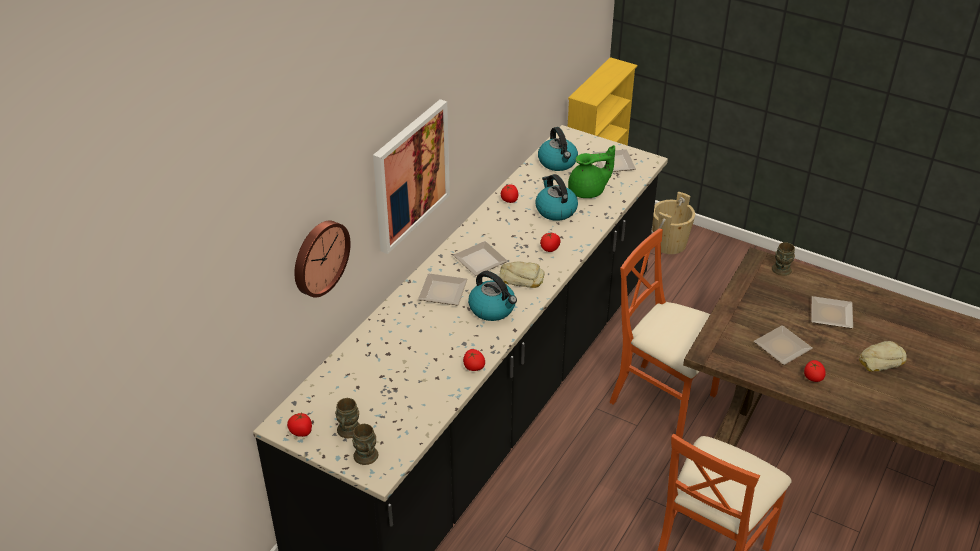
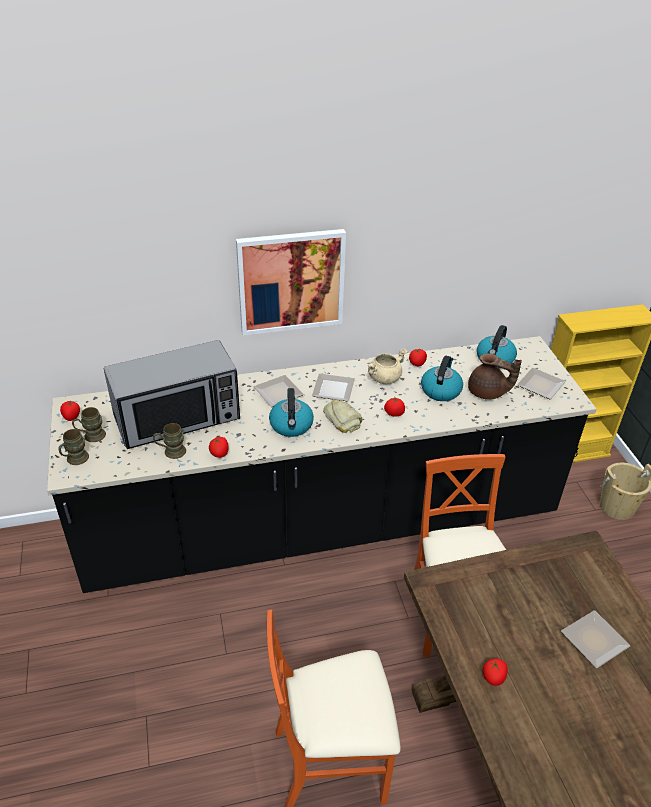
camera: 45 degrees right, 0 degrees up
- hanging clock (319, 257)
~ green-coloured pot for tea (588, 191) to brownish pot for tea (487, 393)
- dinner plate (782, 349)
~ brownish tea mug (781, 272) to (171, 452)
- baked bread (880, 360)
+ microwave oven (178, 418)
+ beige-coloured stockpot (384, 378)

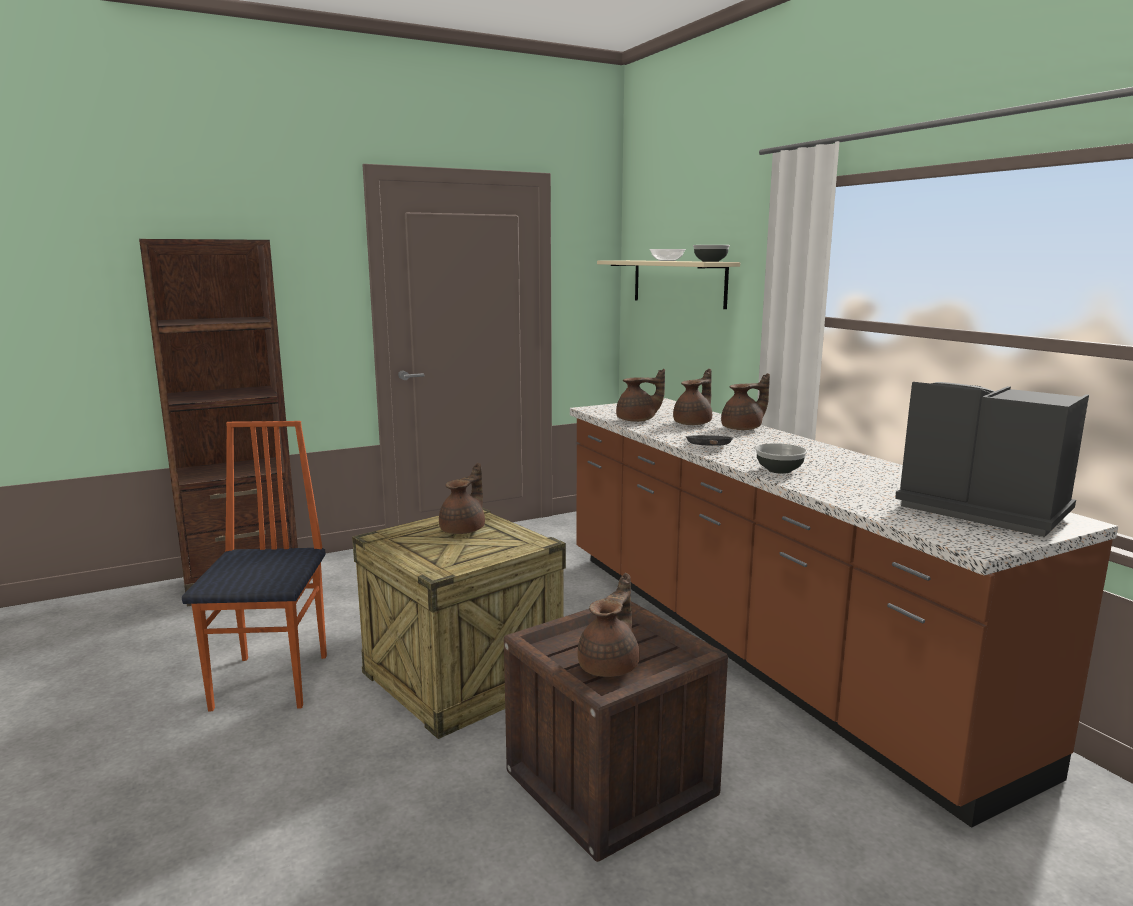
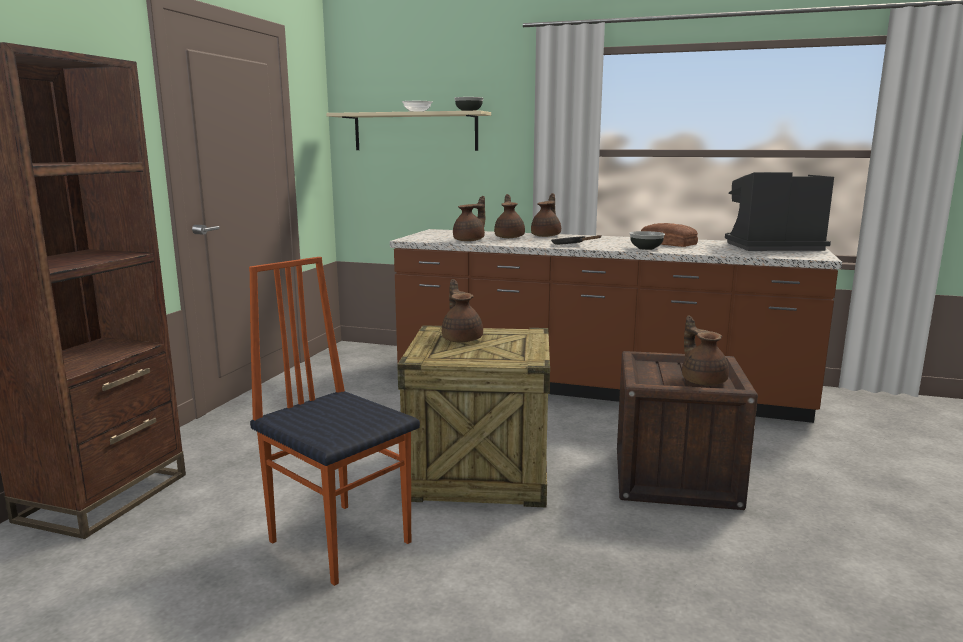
camera: 45 degrees left, 0 degrees up
+ baked bread (668, 243)

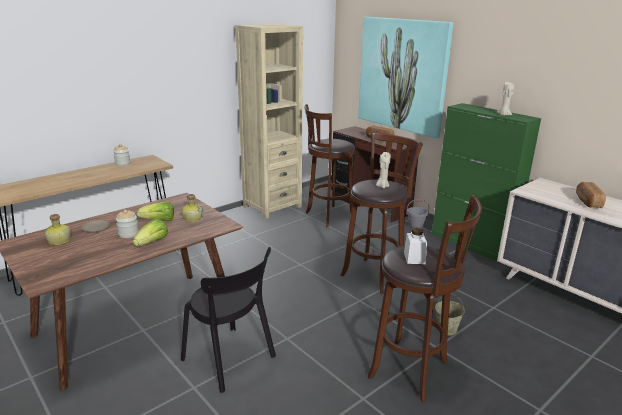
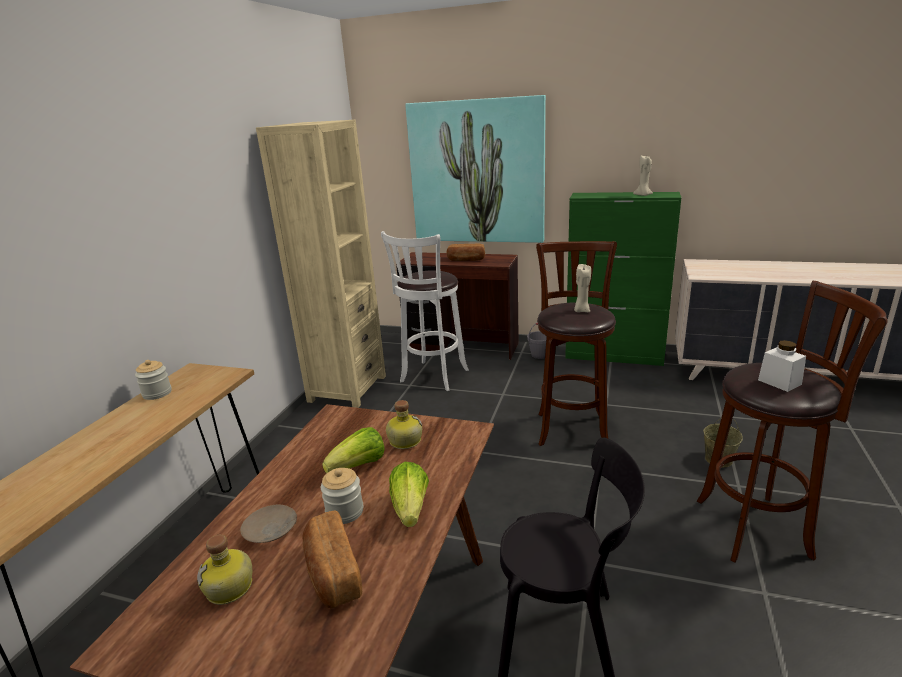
camera: 30 degrees left, 0 degrees up
~ brownish stool seat (328, 216) to white-coloured stool seat (433, 377)
~ baked bread (587, 202) to (332, 573)

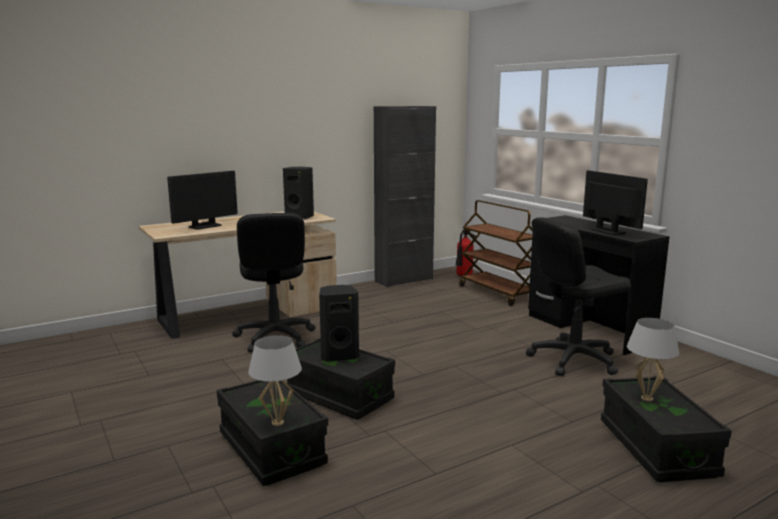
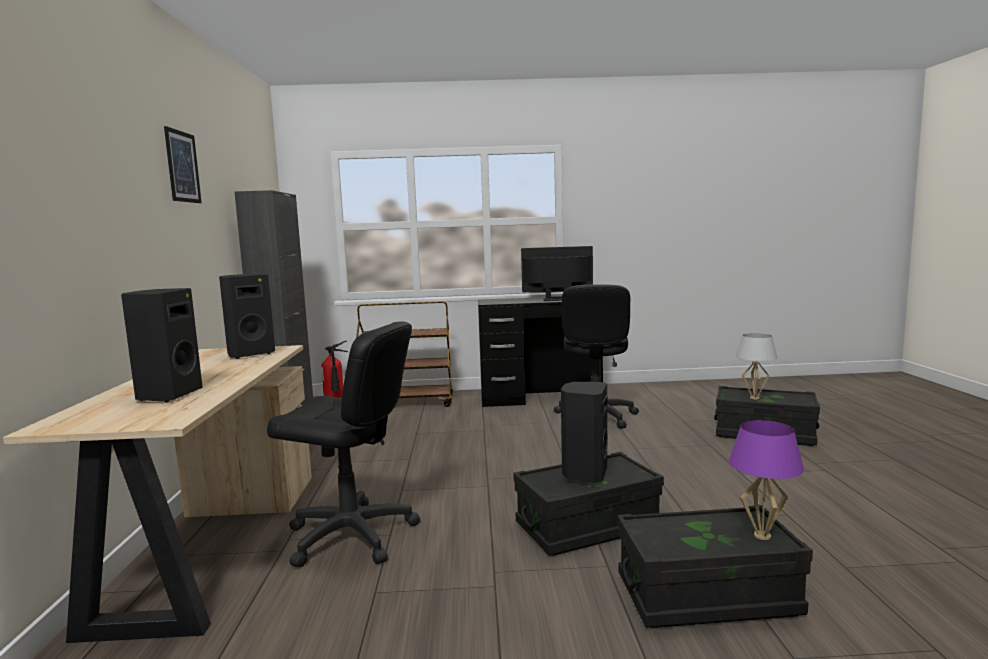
camera: 60 degrees left, 5 degrees down
~ monitor (205, 226) to black speaker (167, 395)
~ white-coloured table lamp (277, 423) to purple-coloured table lamp (762, 536)
+ wall picture (182, 166)

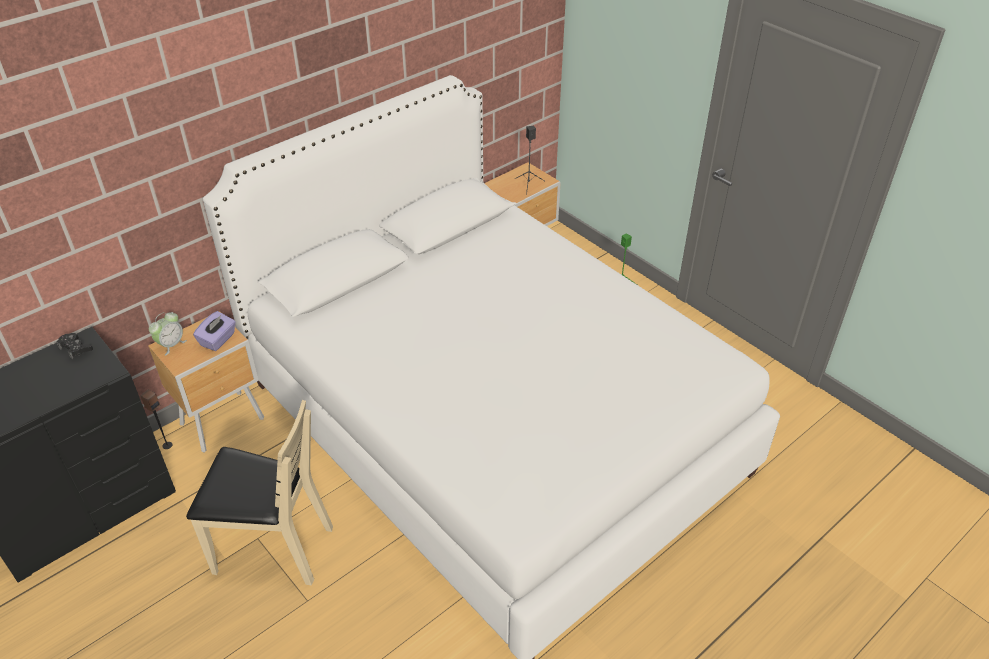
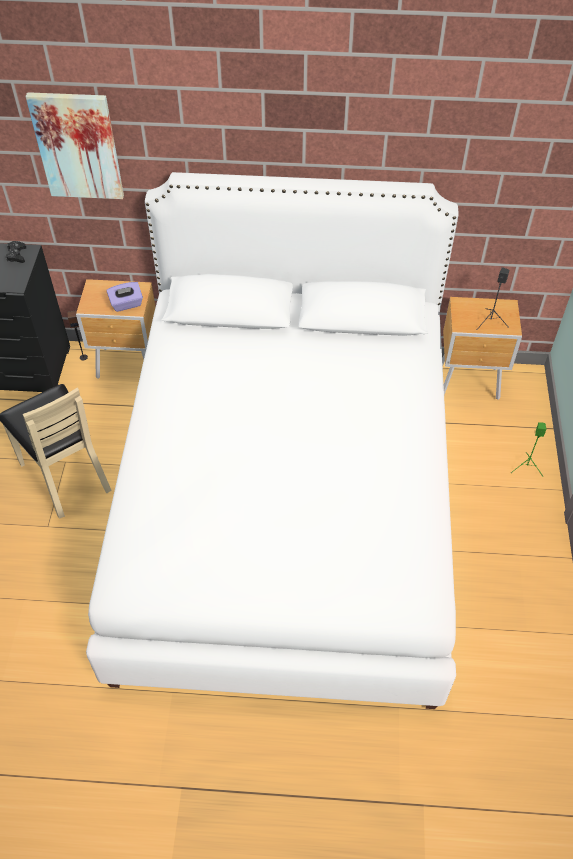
camera: 45 degrees right, 10 degrees up
- bedside clock (171, 345)
+ wall picture (77, 146)

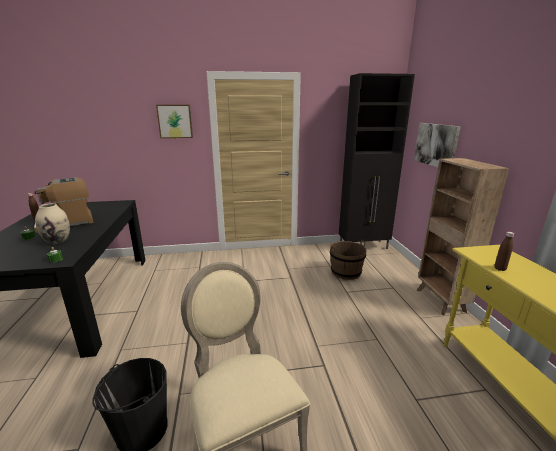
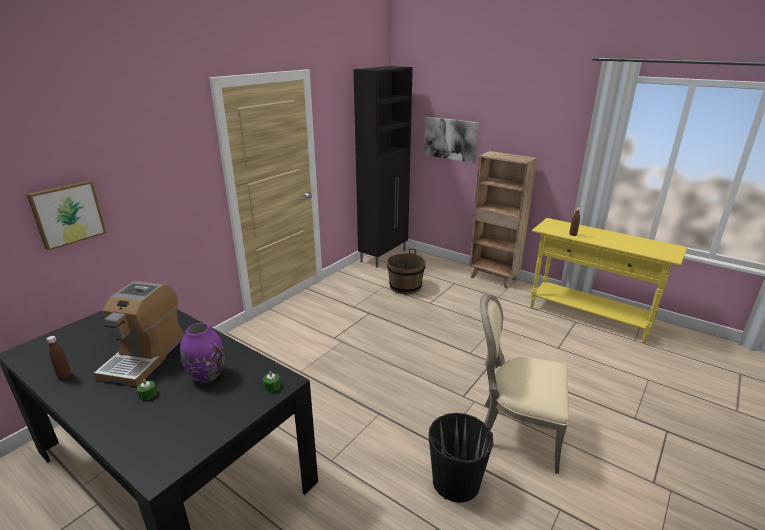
camera: 45 degrees left, 5 degrees up
~ beige-coloured decorative vase (58, 241) to purple-coloured decorative vase (206, 375)
~ wall picture (175, 121) to (67, 214)

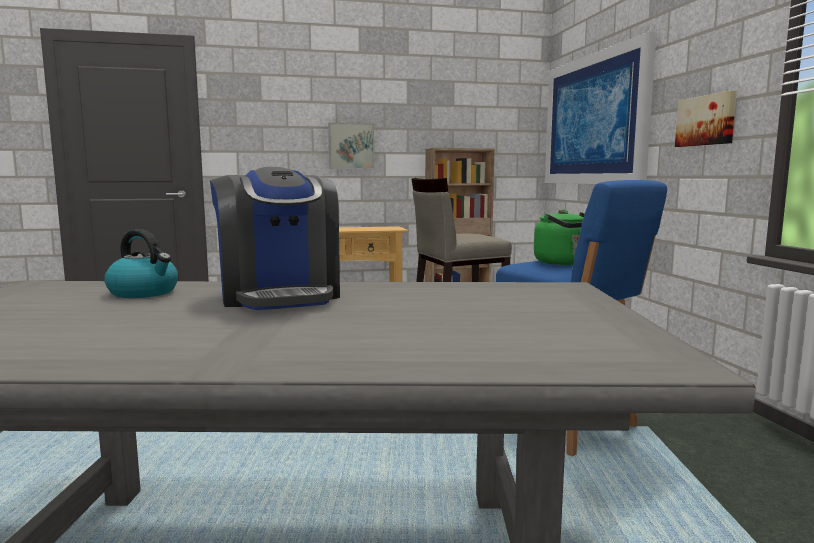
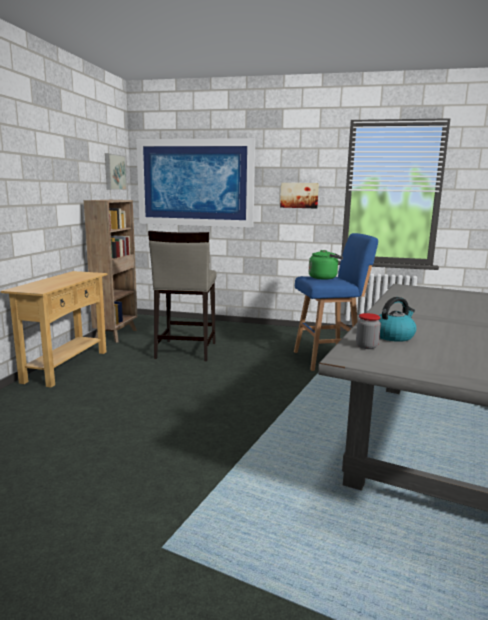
camera: 65 degrees left, 5 degrees up
- coffee brewer (280, 296)
~ wall picture (351, 146) to (114, 172)
+ jar (366, 346)

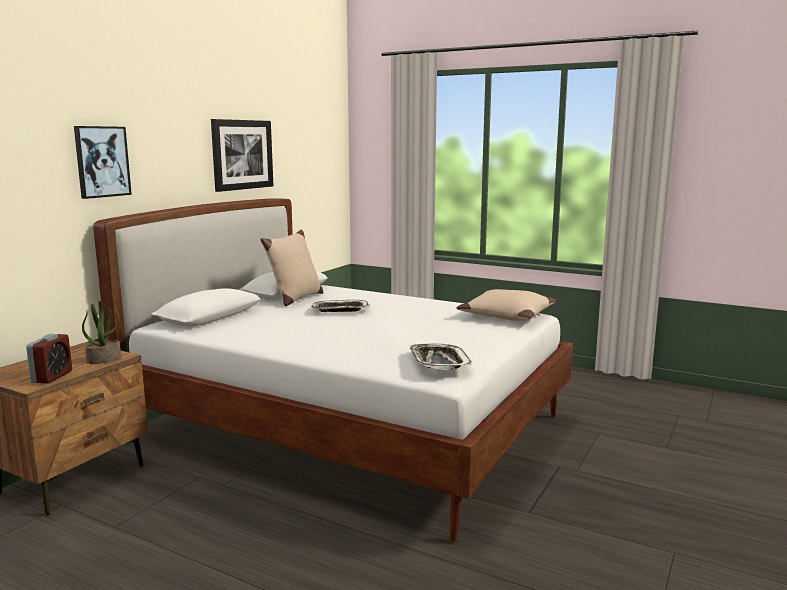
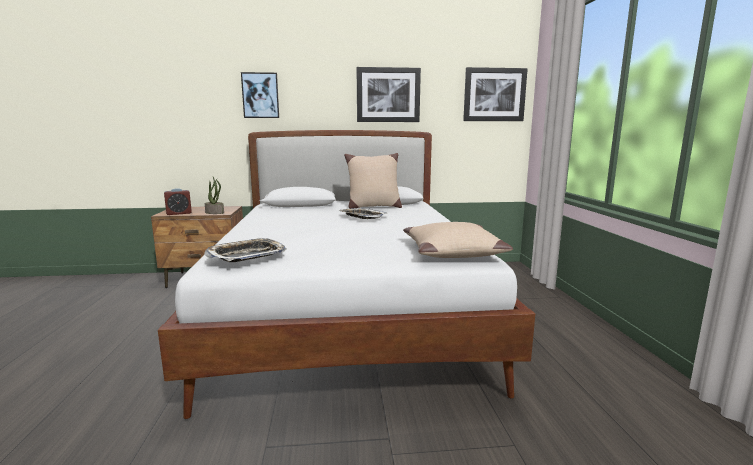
camera: 55 degrees right, 0 degrees up
+ wall picture (494, 95)

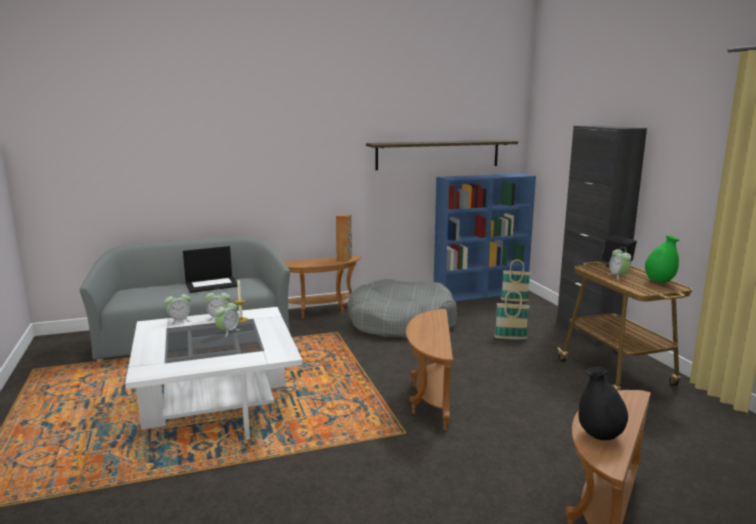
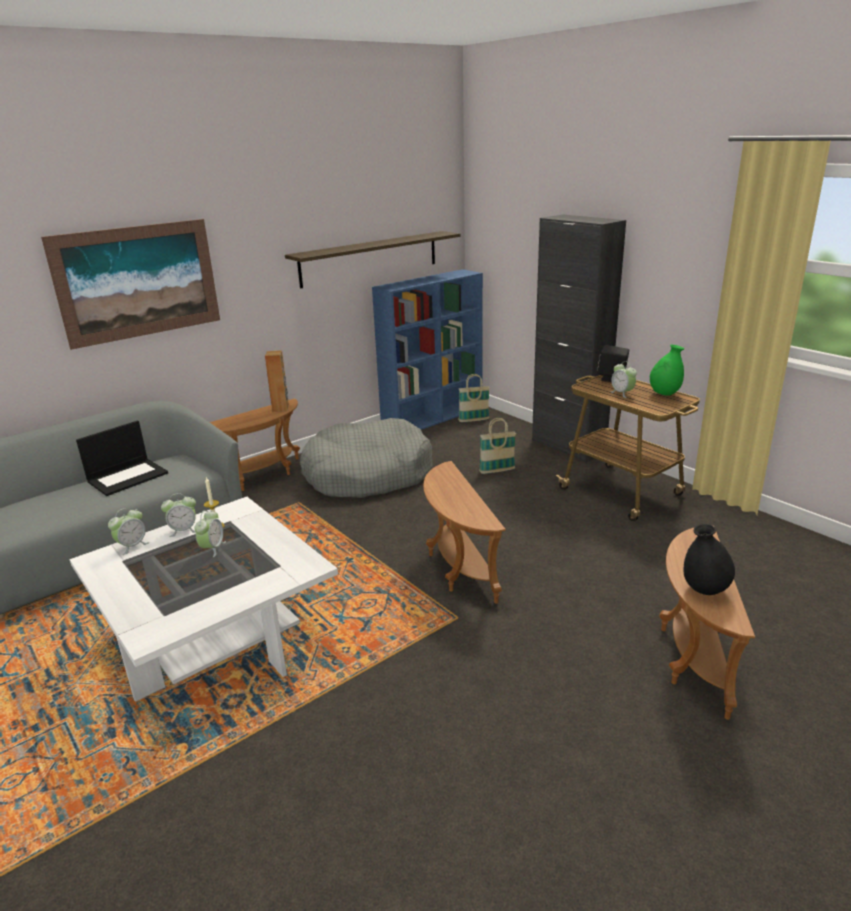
camera: 20 degrees left, 10 degrees up
+ wall picture (138, 282)

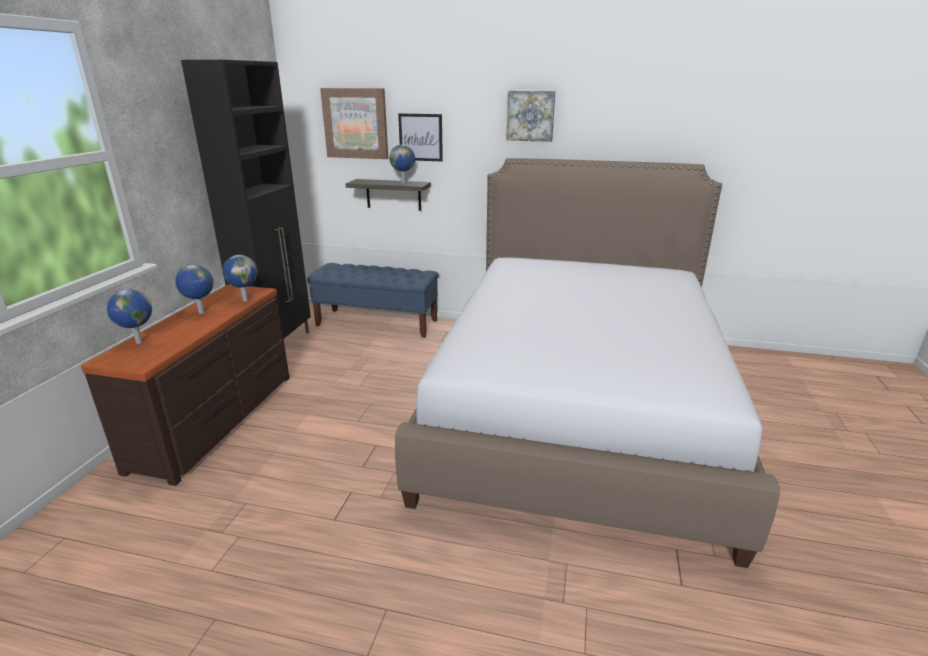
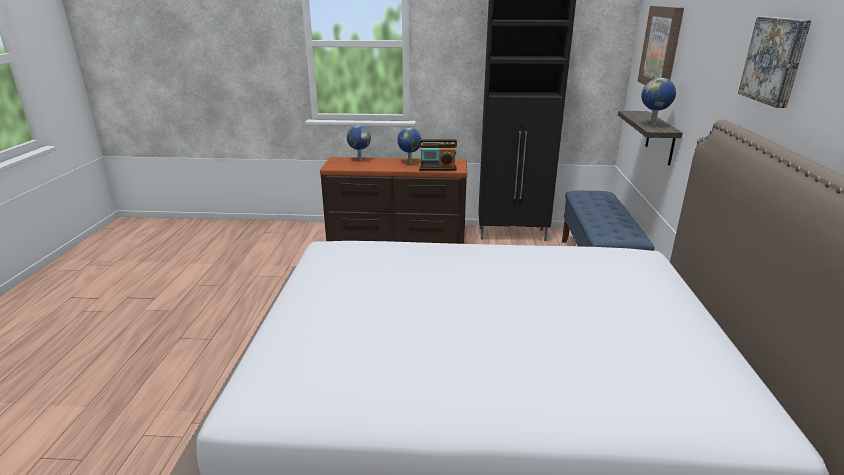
camera: 80 degrees right, 0 degrees up
~ desk globe (245, 300) to radio set (437, 168)
- wall picture (420, 137)

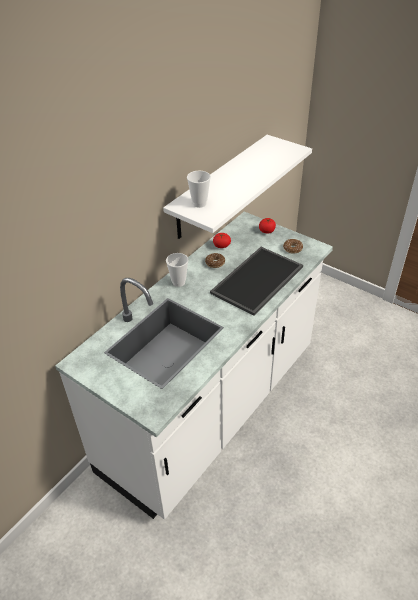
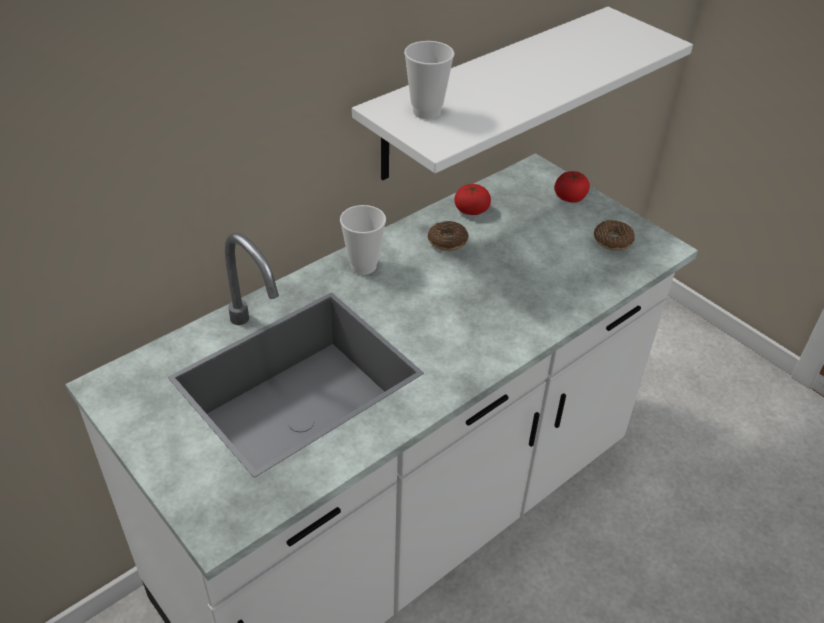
camera: 10 degrees right, 0 degrees up
- tray (258, 281)

